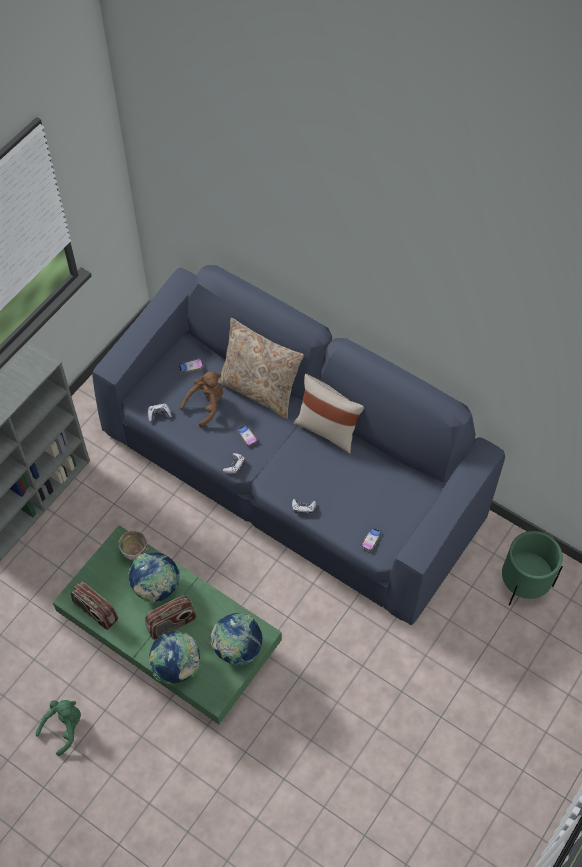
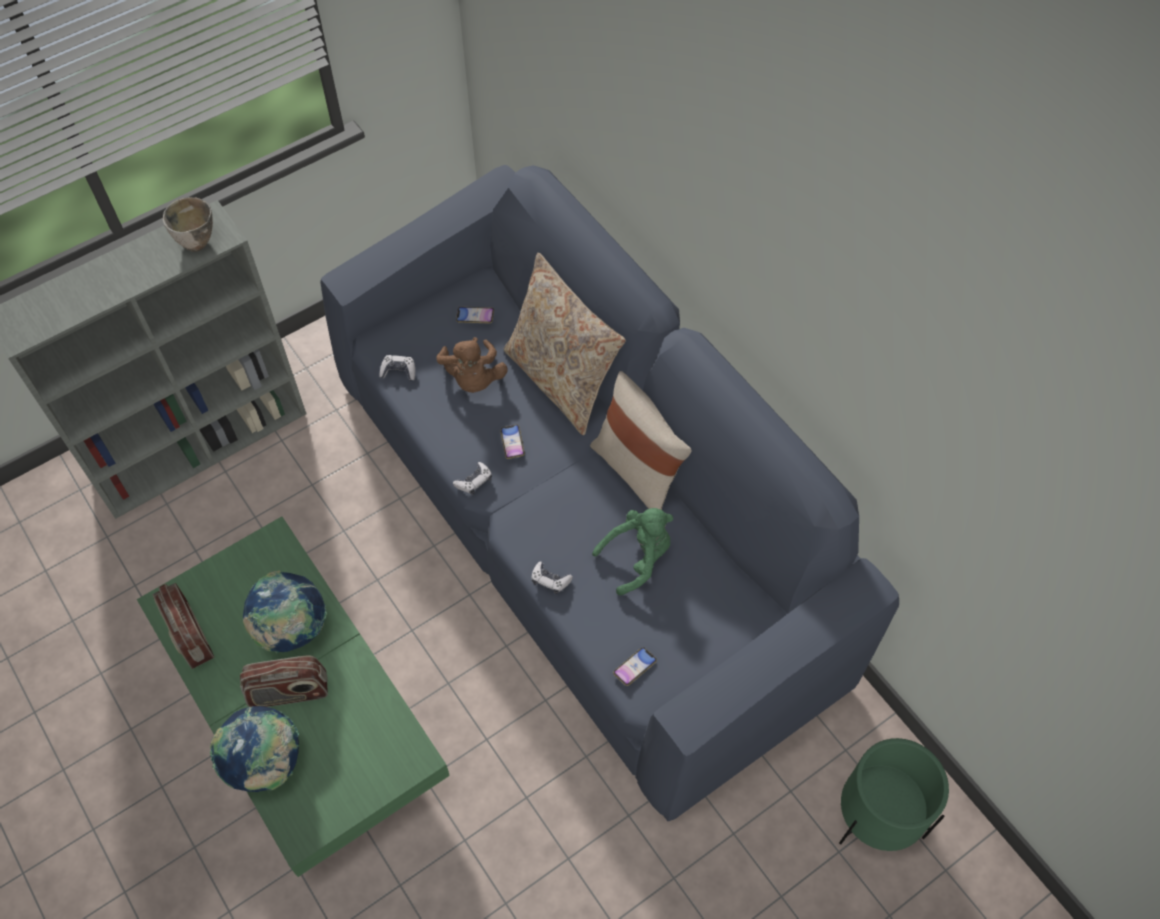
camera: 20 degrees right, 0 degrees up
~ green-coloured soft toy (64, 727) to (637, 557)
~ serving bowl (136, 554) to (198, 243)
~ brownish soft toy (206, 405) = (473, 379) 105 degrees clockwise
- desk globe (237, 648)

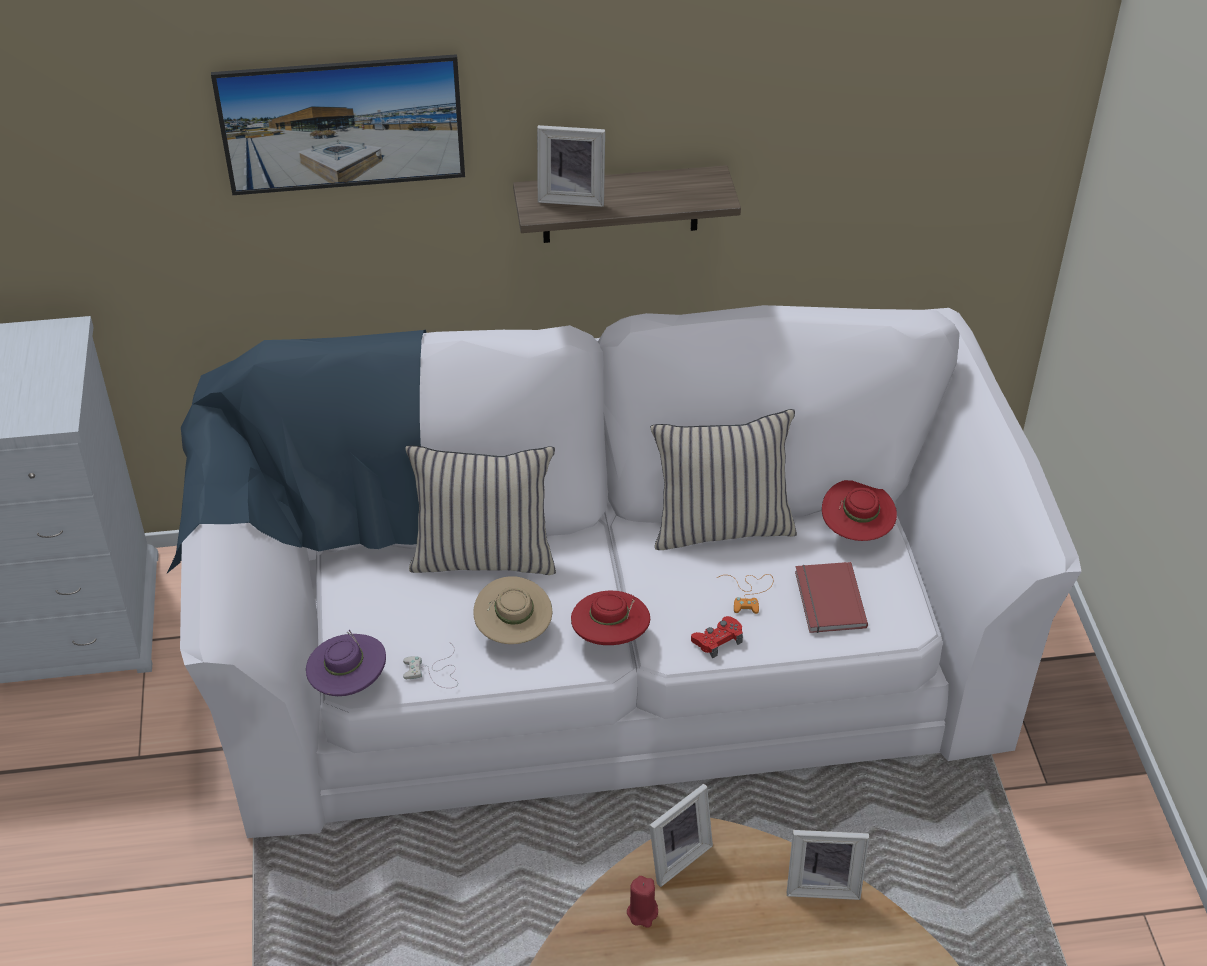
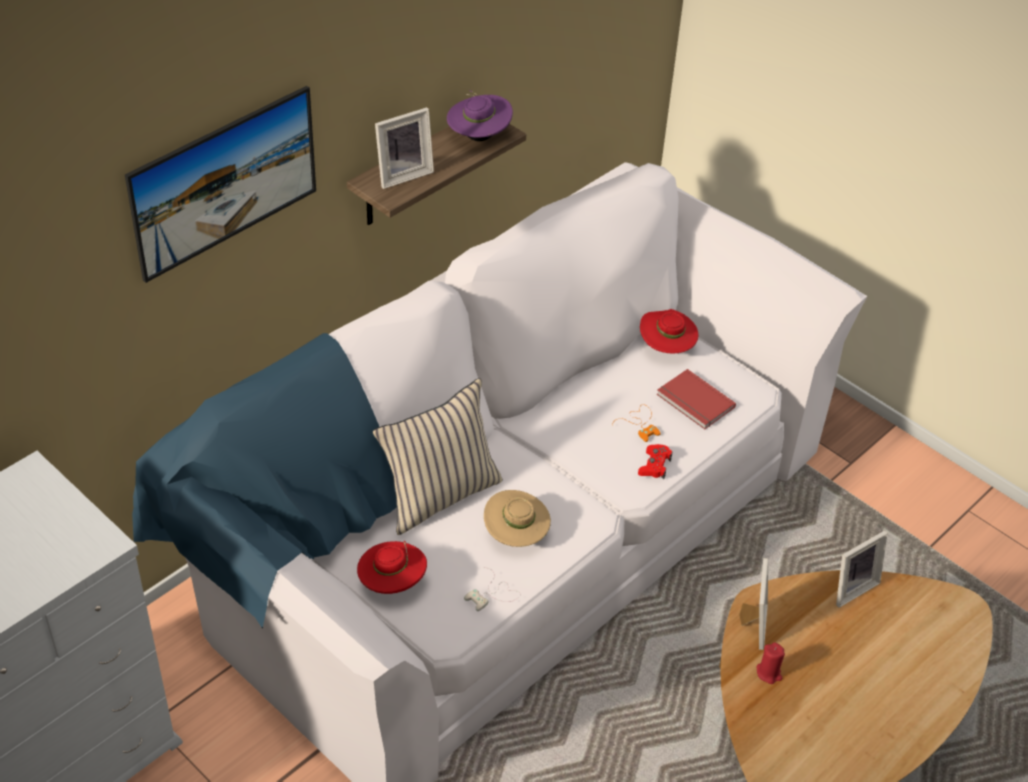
camera: 40 degrees left, 0 degrees up
~ purple-coloured hat (349, 683) to (478, 137)
~ red hat (610, 637) to (392, 583)
- beige-coloured cushion (721, 526)

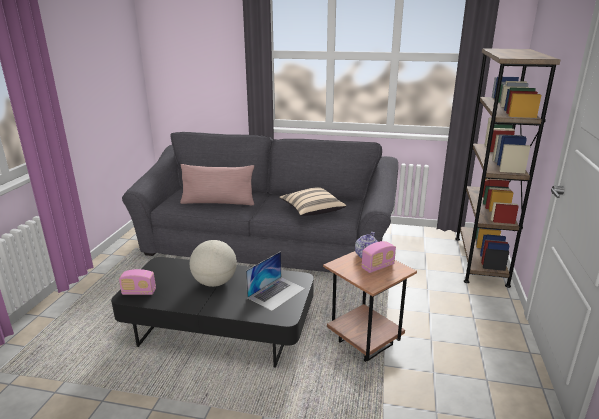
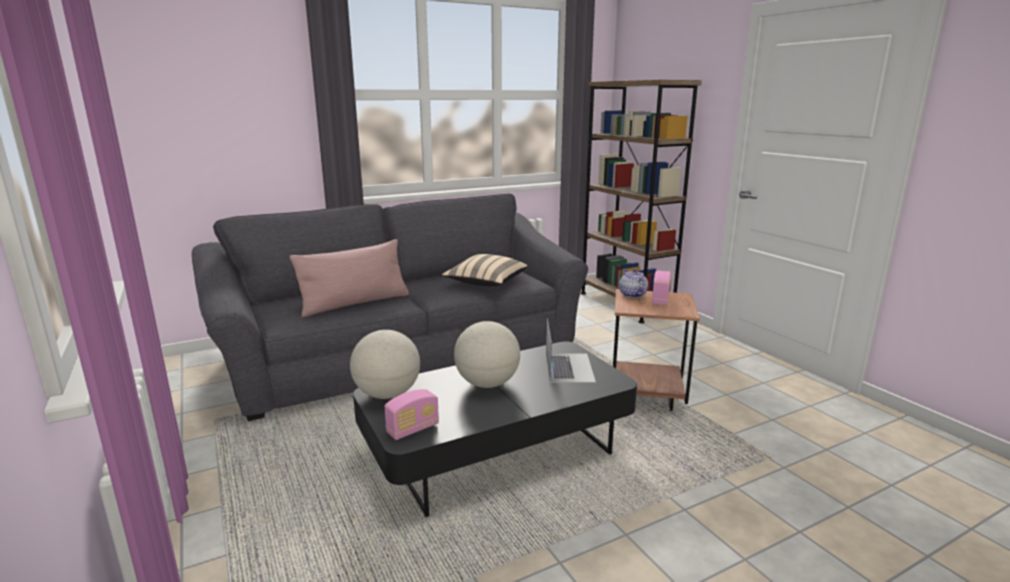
camera: 40 degrees left, 5 degrees down
+ desk globe (387, 394)

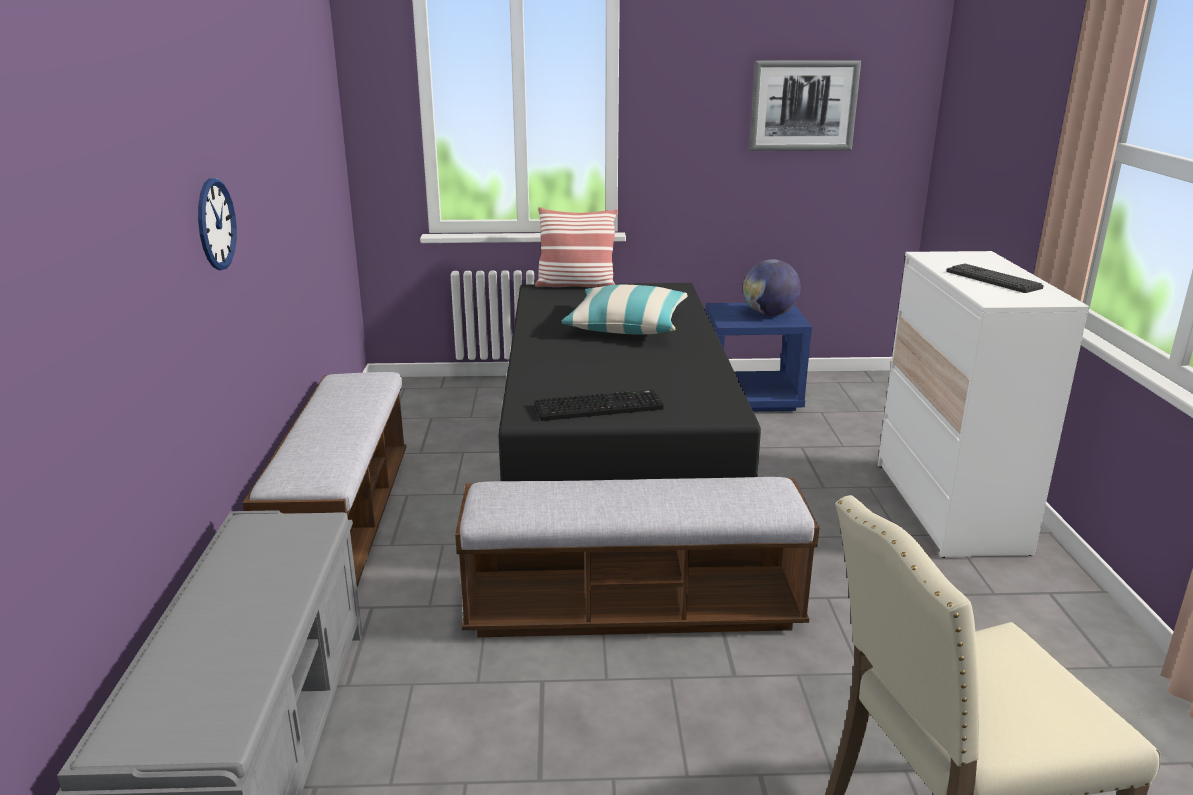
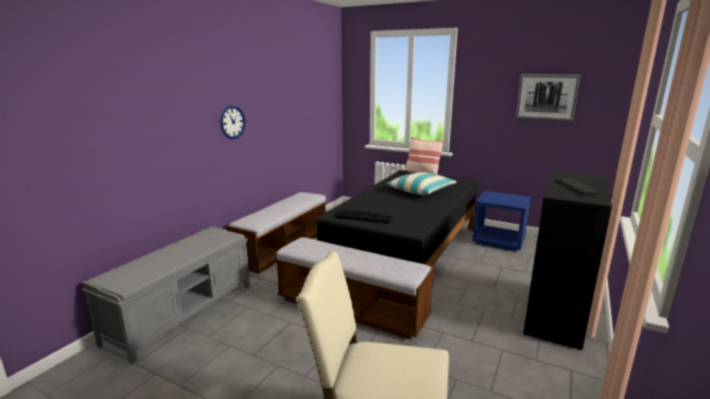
camera: 30 degrees right, 5 degrees down
- desk globe (769, 314)
~ white-coloured drawer chest (948, 507) to black drawer chest (555, 313)

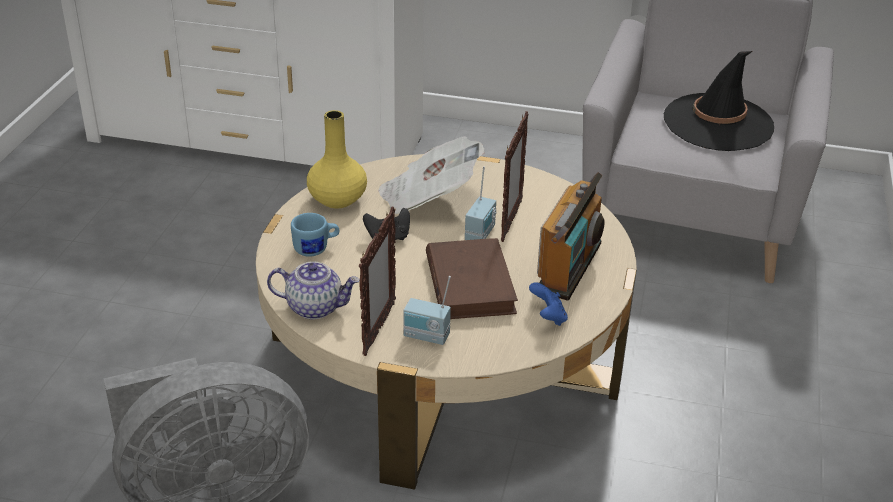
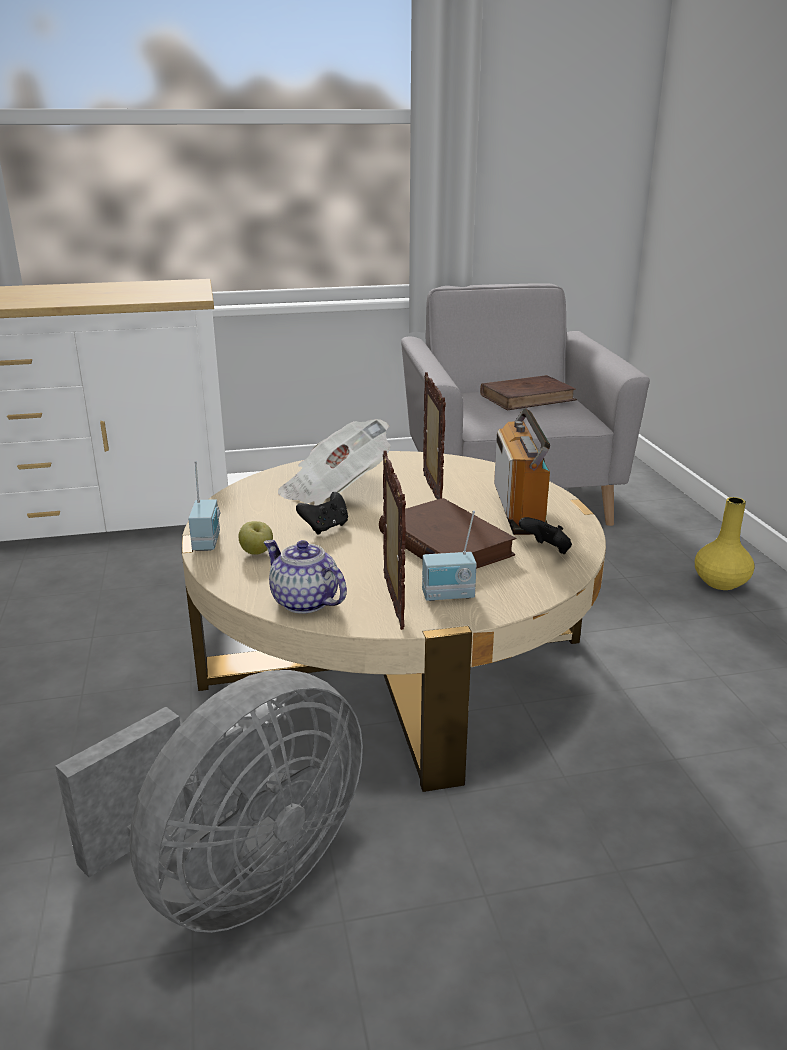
camera: 25 degrees left, 10 degrees down
~ pot for tea (315, 307) = (303, 601) 120 degrees counterclockwise
~ blue tea mug (316, 249) to apple fruit (257, 553)
~ yellow-coloured decorative vase (338, 199) to (720, 582)
~ radio set (481, 234) to (208, 542)
~ blue gamepad (548, 317) to black gamepad (546, 550)
~ black hat (718, 123) to brownish volume (527, 398)

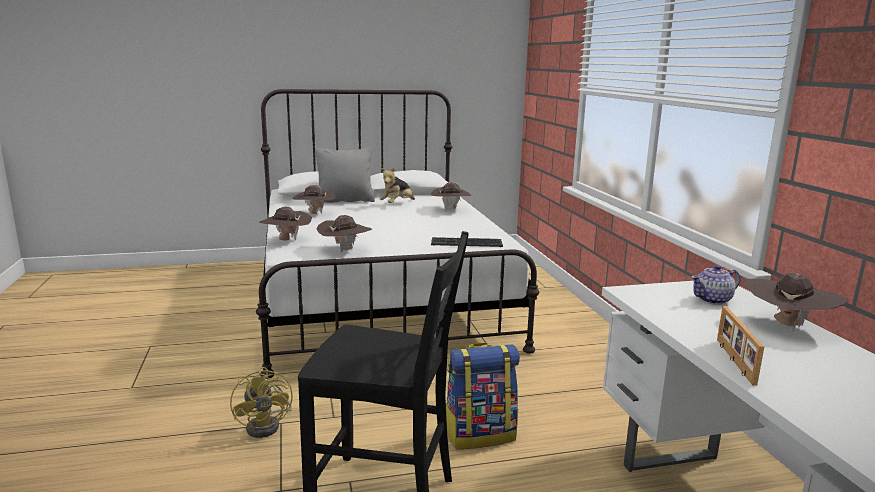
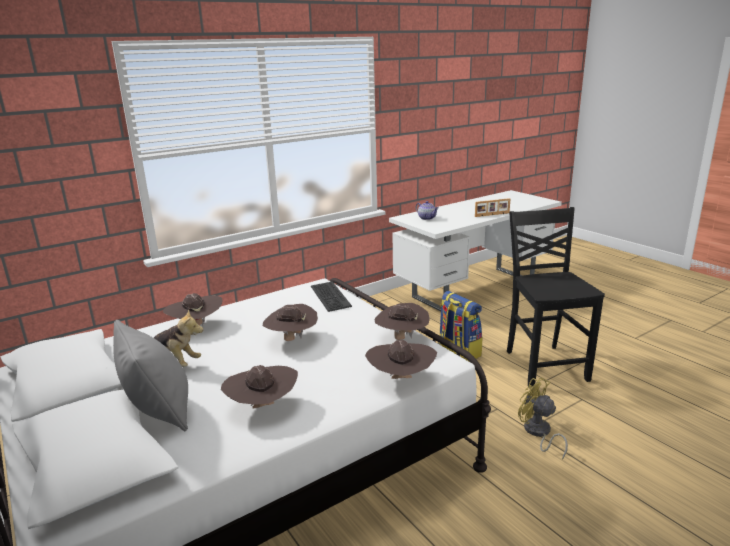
camera: 110 degrees left, 5 degrees up
~ yellow-coloured electric fan (268, 425) = (538, 433) 90 degrees counterclockwise
~ brownish hat (787, 325) to (291, 339)

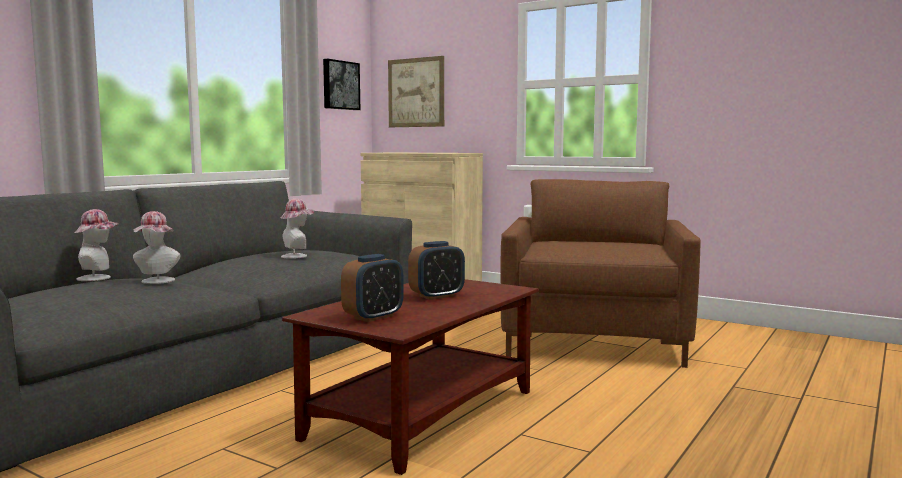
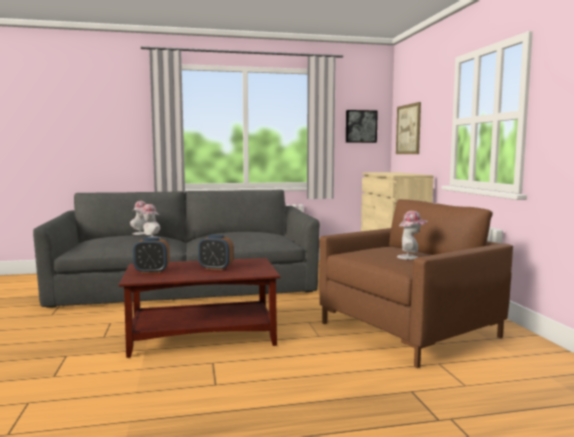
camera: 45 degrees right, 0 degrees up
~ hat (297, 256) to (410, 257)

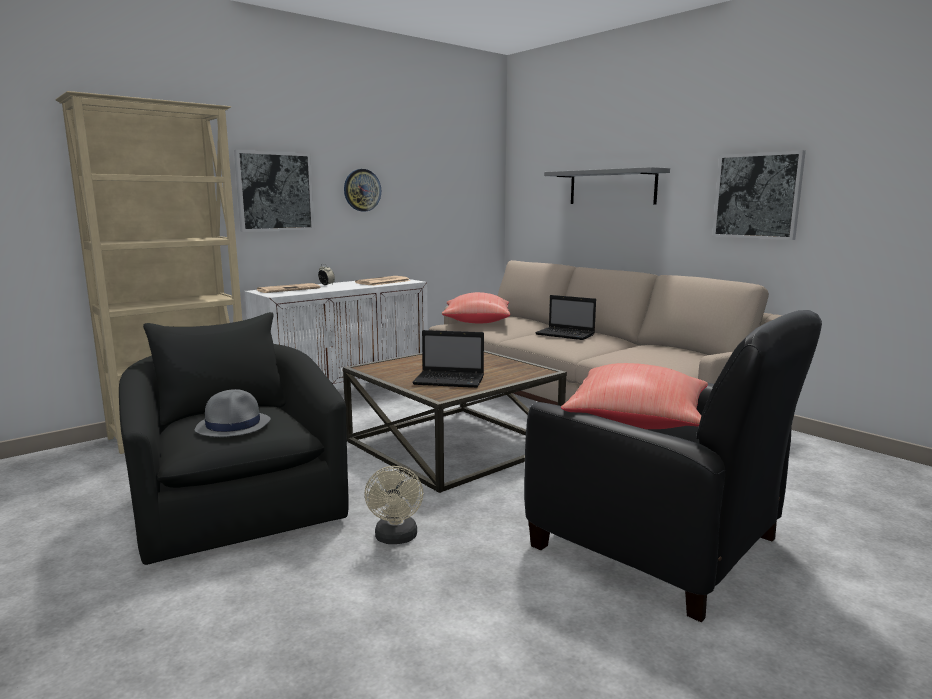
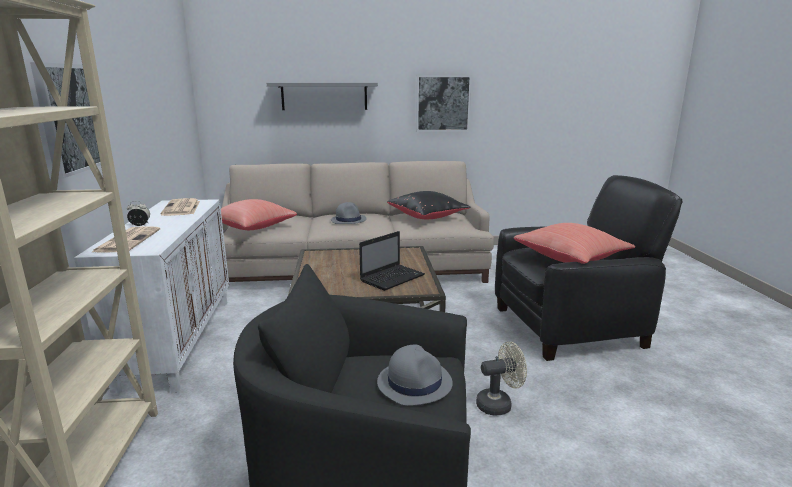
camera: 55 degrees left, 5 degrees up
- hanging clock (362, 190)
~ beige-coloured electric fan (396, 538) = (499, 404) 45 degrees counterclockwise
~ notebook computer (566, 334) to grey hat (348, 220)
+ black cushion (428, 217)

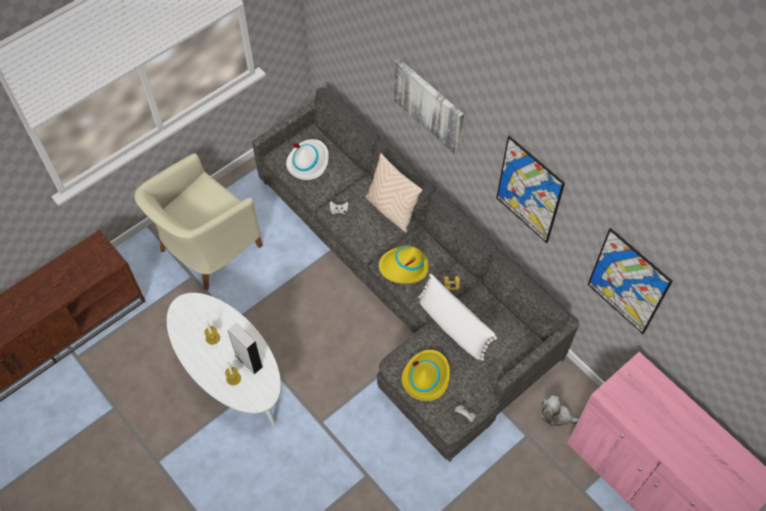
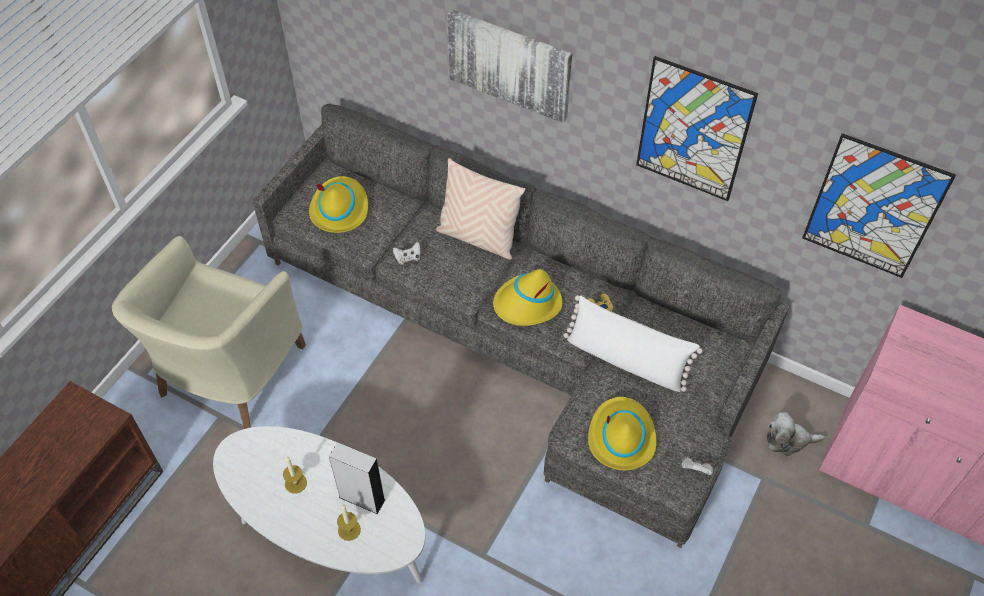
camera: 20 degrees left, 5 degrees down
~ white-coloured hat (308, 162) to yellow-coloured hat (339, 208)

